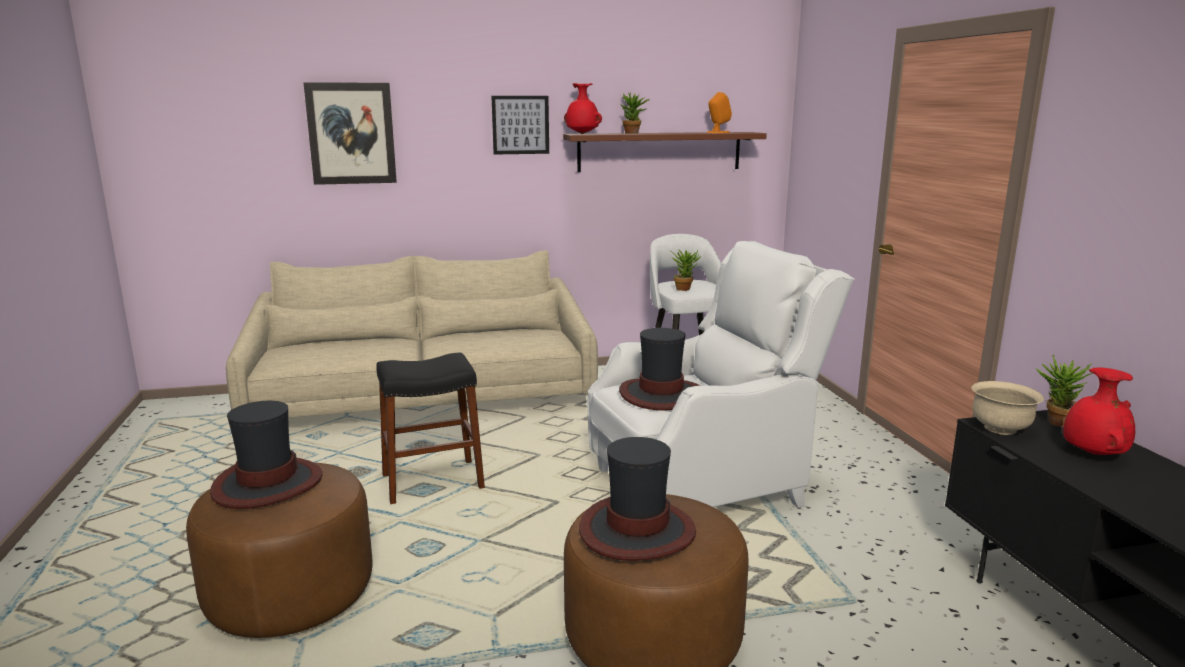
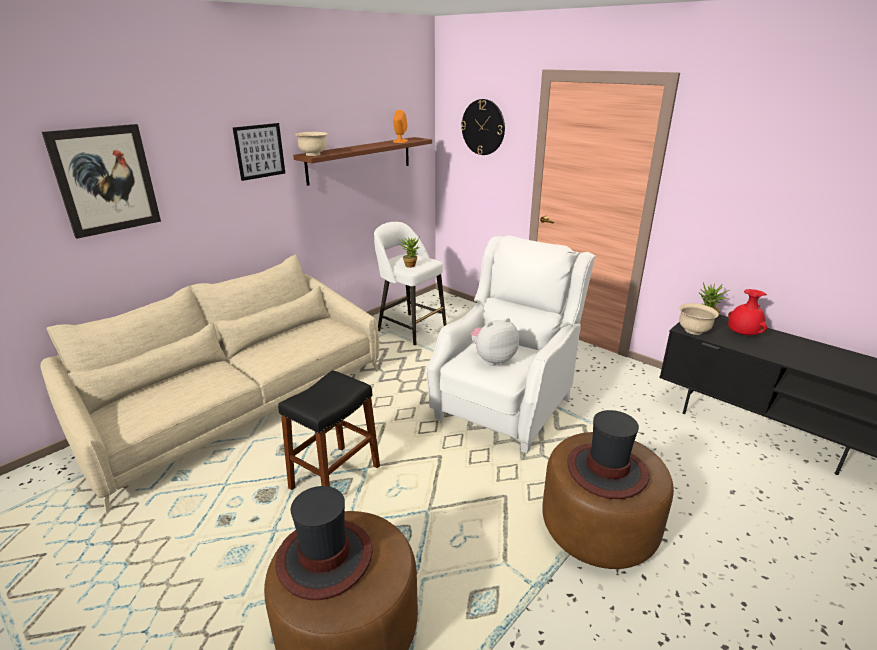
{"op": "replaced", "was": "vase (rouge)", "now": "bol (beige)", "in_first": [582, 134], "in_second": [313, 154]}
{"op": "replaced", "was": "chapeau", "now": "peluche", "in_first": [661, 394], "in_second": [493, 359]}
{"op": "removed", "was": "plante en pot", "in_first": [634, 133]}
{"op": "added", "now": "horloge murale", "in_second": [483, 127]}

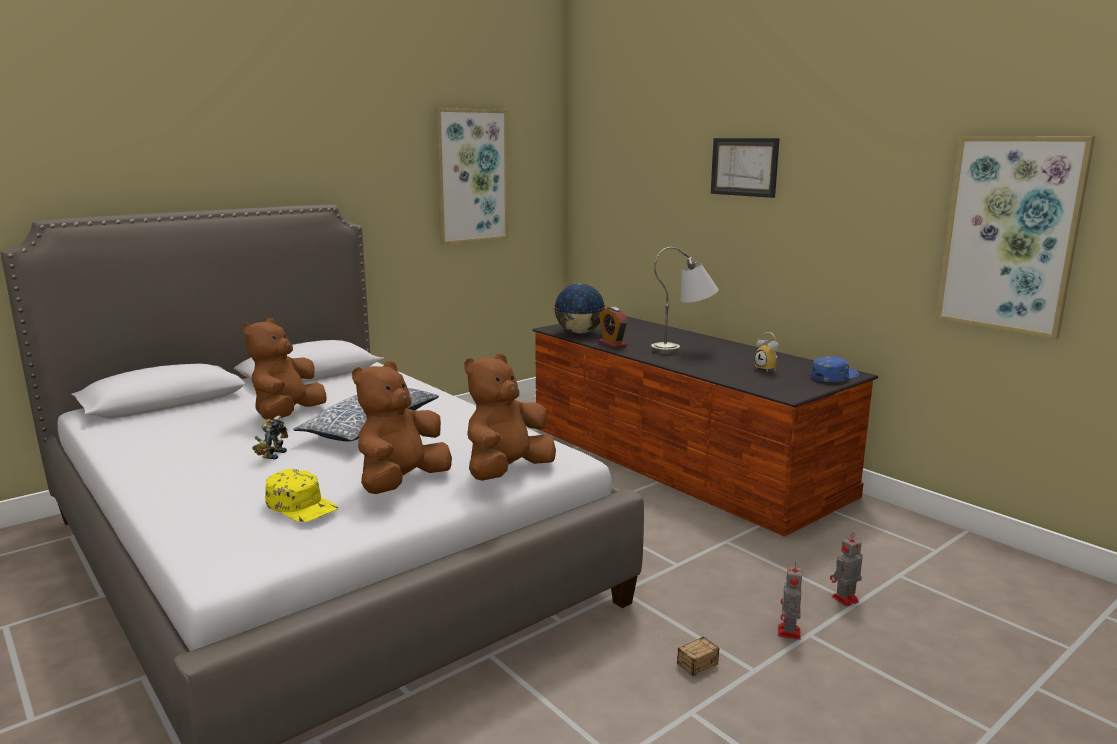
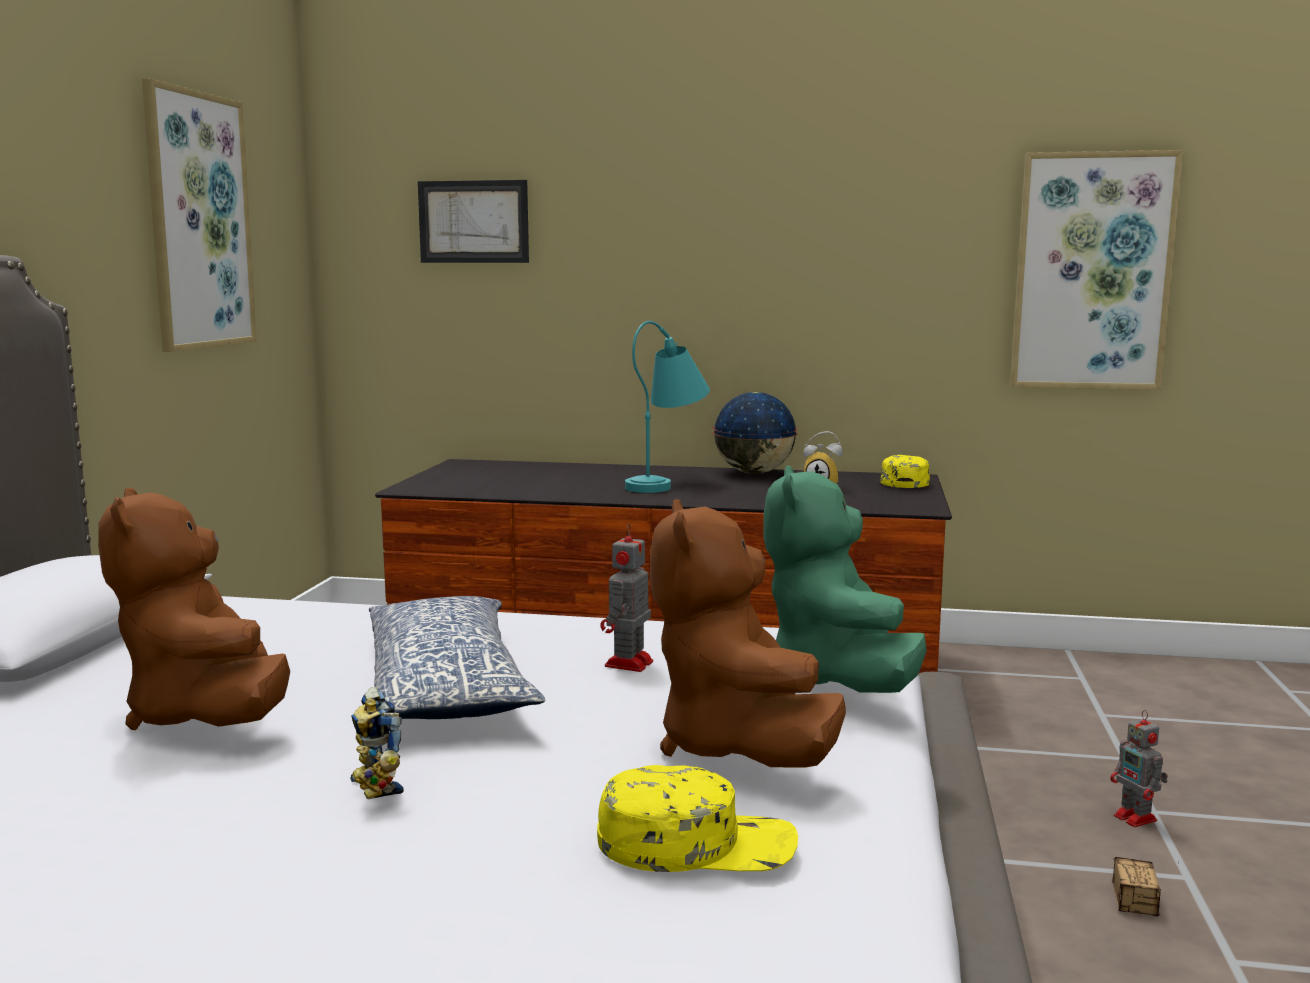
{"op": "recoloured", "was": "peluche (marron)", "now": "peluche (vert)", "in_first": [507, 472], "in_second": [836, 681]}
{"op": "moved", "was": "globe", "in_first": [579, 333], "in_second": [754, 473]}
{"op": "removed", "was": "réveil", "in_first": [612, 344]}
{"op": "recoloured", "was": "lampe de table (gris)", "now": "lampe de table (turquoise)", "in_first": [684, 349], "in_second": [668, 483]}
{"op": "moved", "was": "tableau", "in_first": [744, 167], "in_second": [474, 222]}
{"op": "recoloured", "was": "casquette (bleu)", "now": "casquette (jaune)", "in_first": [833, 376], "in_second": [903, 482]}
{"op": "moved", "was": "robot jouet", "in_first": [844, 599], "in_second": [628, 664]}

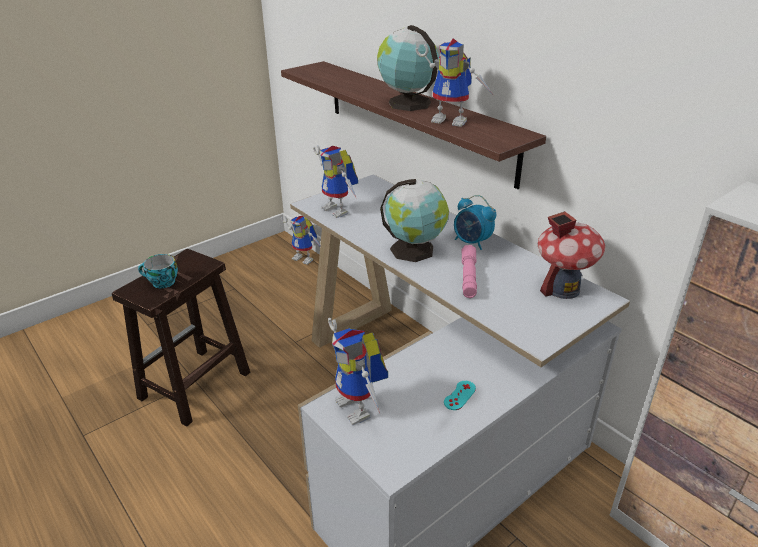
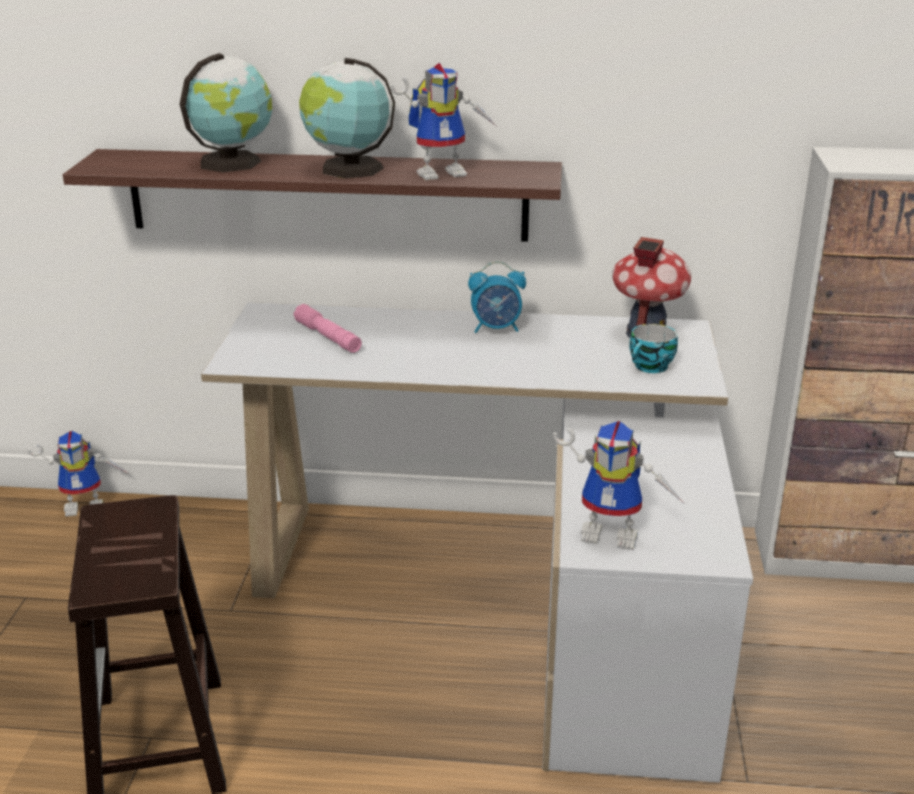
{"op": "moved", "was": "tasse", "in_first": [162, 283], "in_second": [651, 367]}
{"op": "removed", "was": "robot jouet", "in_first": [340, 210]}
{"op": "moved", "was": "globe", "in_first": [415, 250], "in_second": [233, 162]}
{"op": "removed", "was": "manette (turquoise)", "in_first": [459, 395]}
{"op": "moved", "was": "lampe de poche (rose)", "in_first": [468, 277], "in_second": [328, 337]}

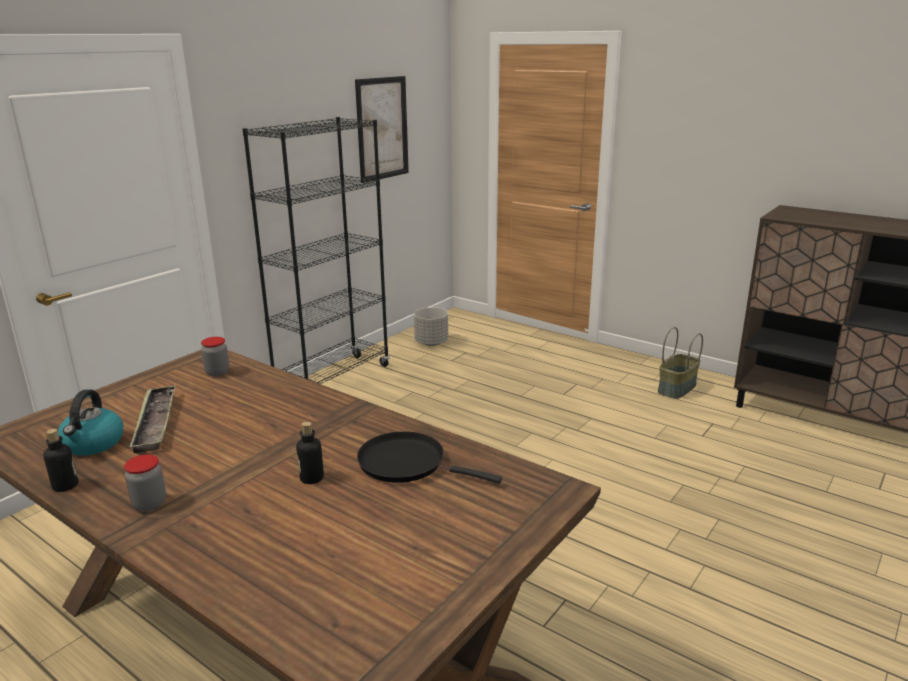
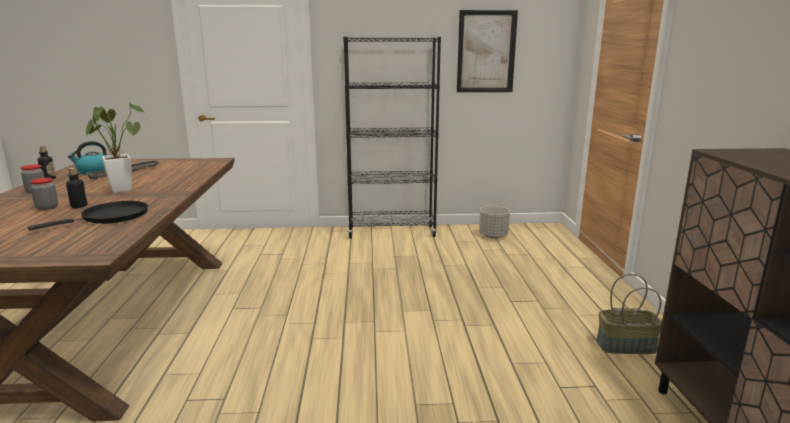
{"op": "moved", "was": "bocal", "in_first": [217, 372], "in_second": [47, 208]}
{"op": "turned", "was": "poêle (noir)", "in_first": [407, 463], "in_second": [111, 217], "clockwise": 60}
{"op": "added", "now": "plante en pot", "in_second": [121, 189]}

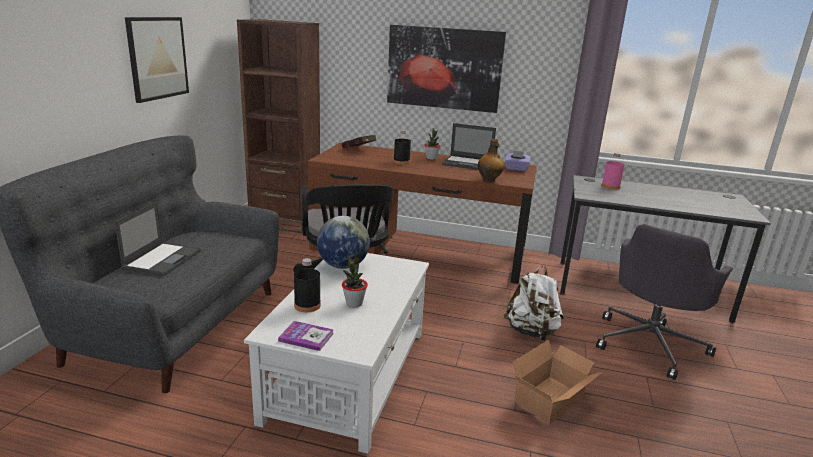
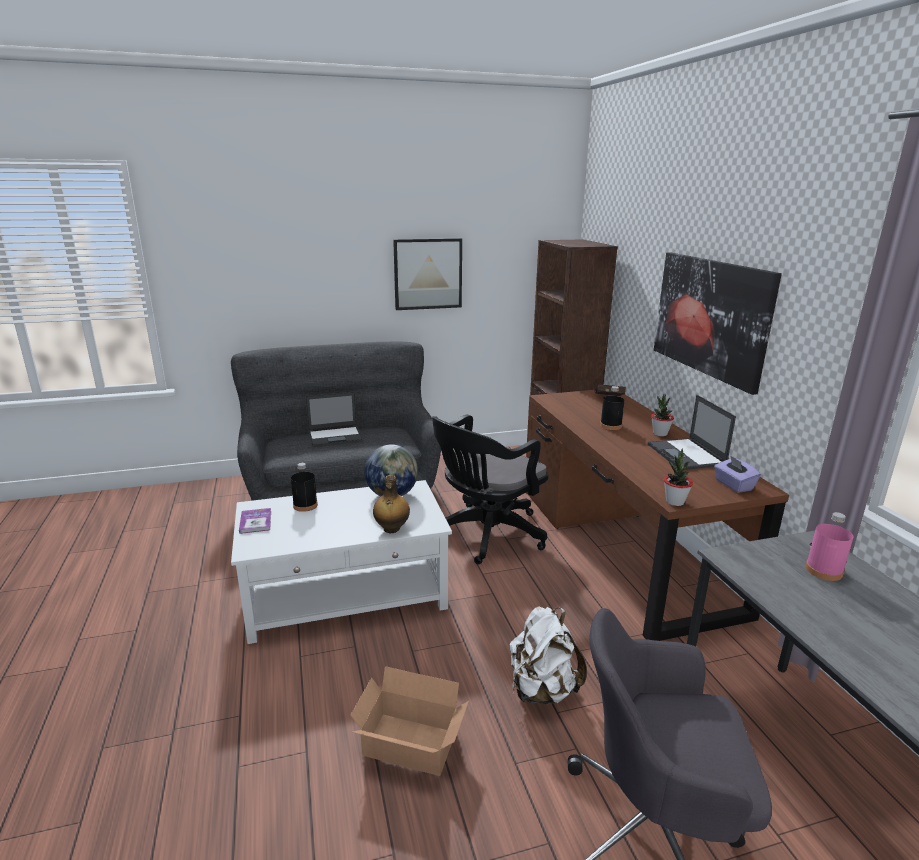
{"op": "moved", "was": "plante en pot", "in_first": [354, 303], "in_second": [674, 502]}
{"op": "moved", "was": "bouteille", "in_first": [489, 180], "in_second": [391, 529]}

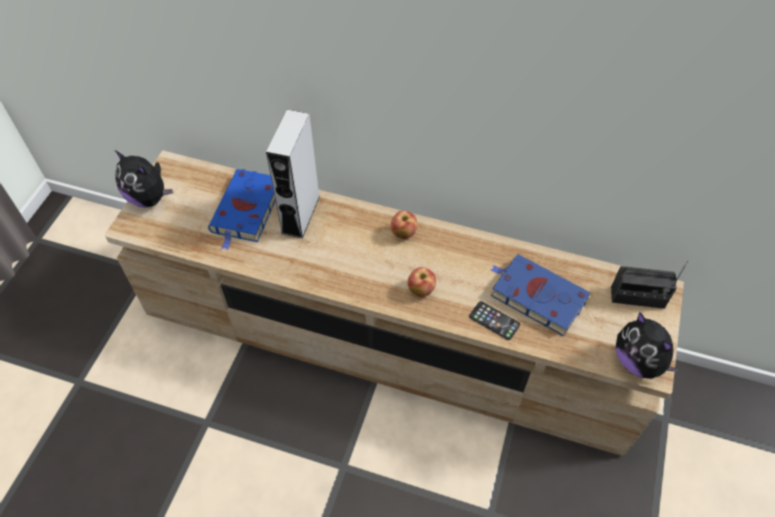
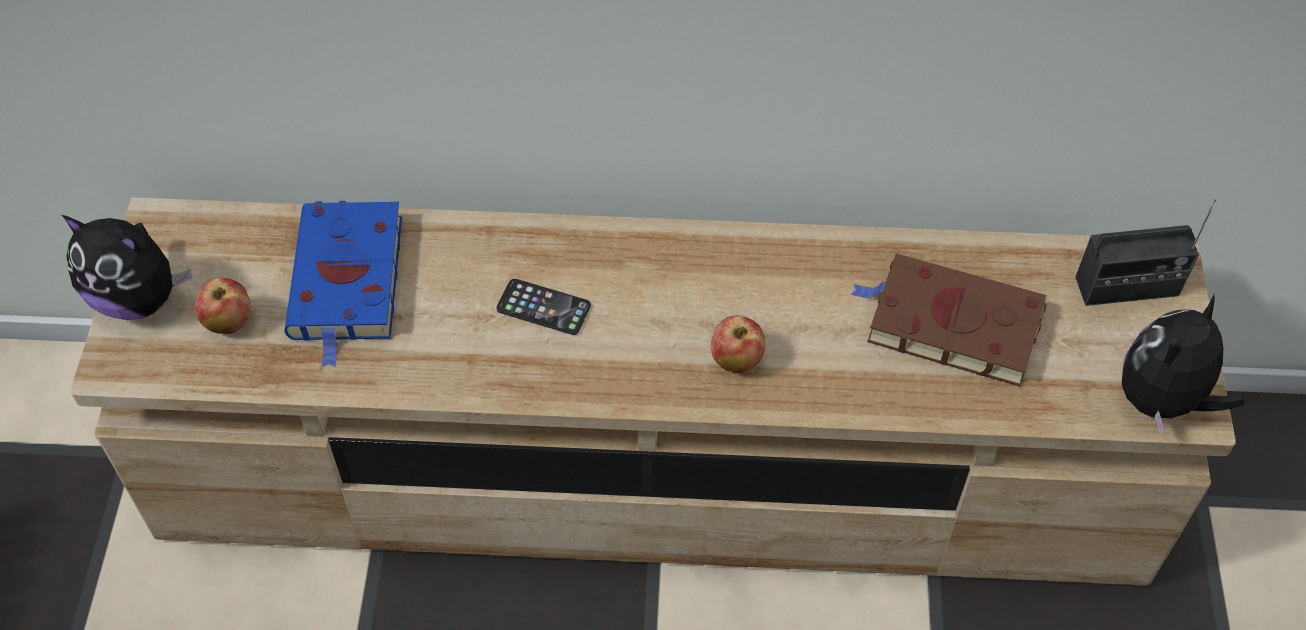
{"op": "removed", "was": "enceinte (gris)", "in_first": [300, 214]}
{"op": "moved", "was": "pomme", "in_first": [403, 233], "in_second": [229, 322]}
{"op": "moved", "was": "téléphone", "in_first": [494, 320], "in_second": [543, 307]}
{"op": "recoloured", "was": "livre (bleu)", "now": "livre (marron)", "in_first": [536, 296], "in_second": [949, 324]}
{"op": "turned", "was": "peluche", "in_first": [638, 361], "in_second": [1163, 401], "clockwise": 90}

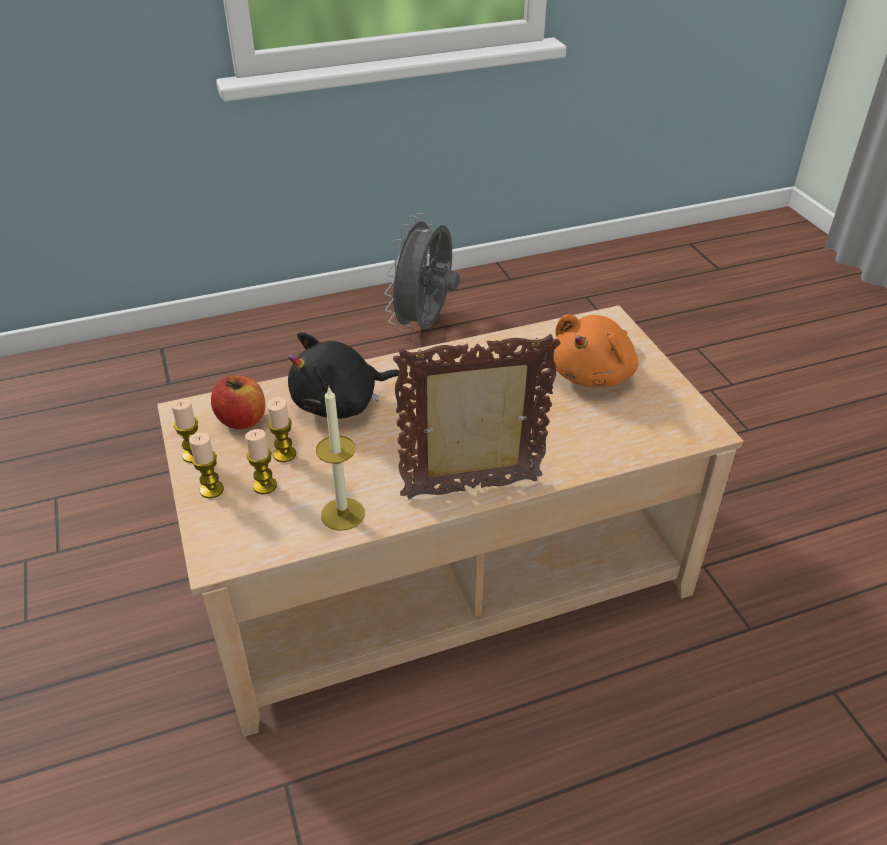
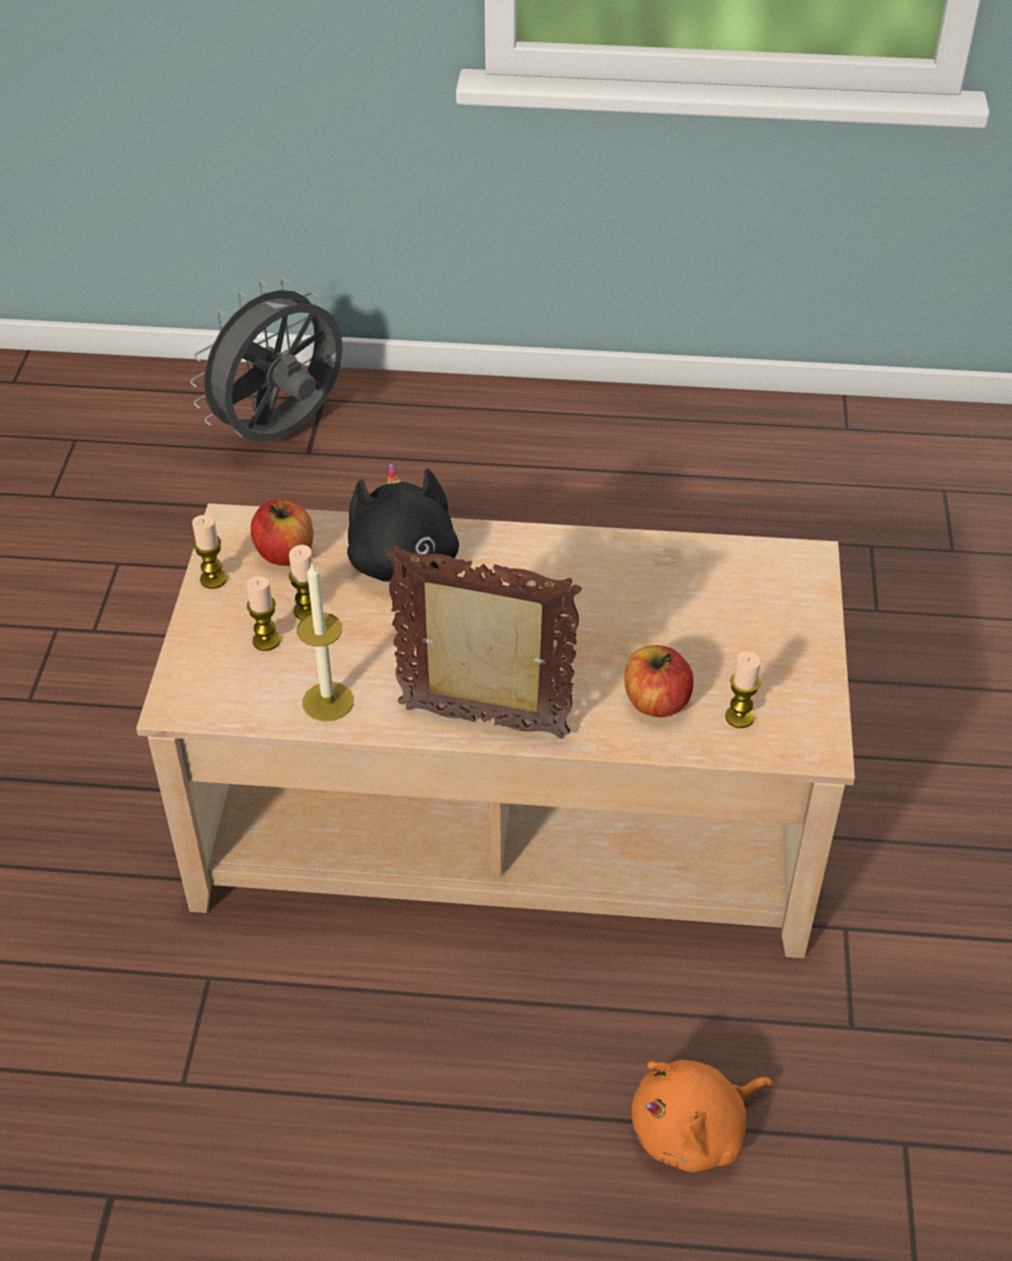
{"op": "moved", "was": "bougie", "in_first": [211, 490], "in_second": [739, 717]}
{"op": "turned", "was": "peluche (noir)", "in_first": [341, 403], "in_second": [403, 568], "clockwise": 75}
{"op": "moved", "was": "ventilateur (gris)", "in_first": [425, 325], "in_second": [282, 434]}
{"op": "moved", "was": "peluche (orange)", "in_first": [594, 374], "in_second": [694, 1130]}
{"op": "added", "now": "pomme", "in_second": [656, 702]}

